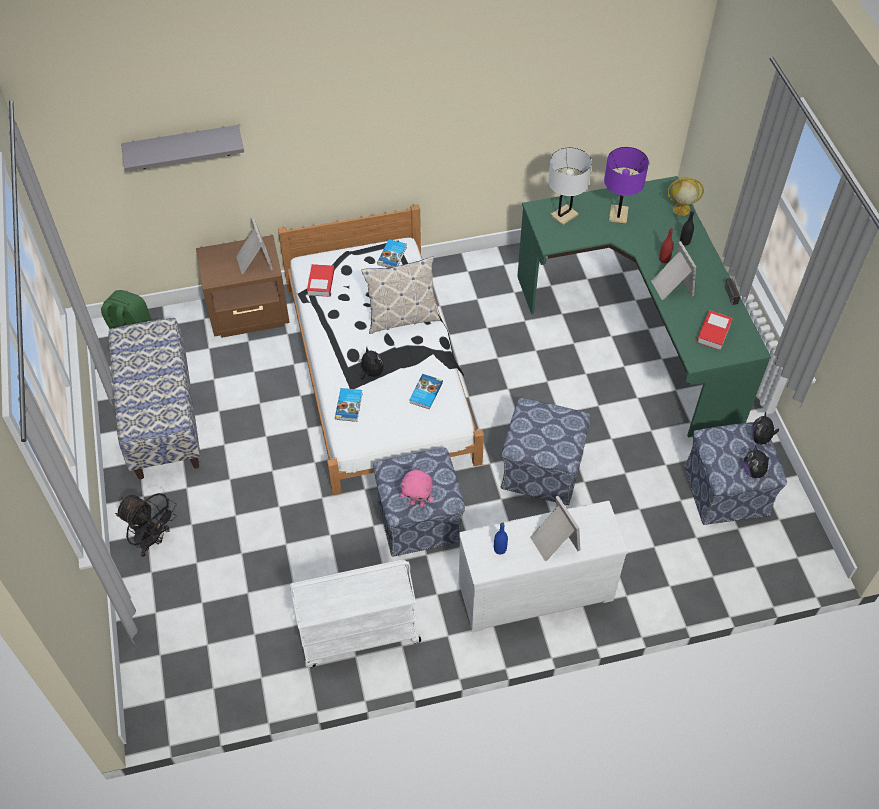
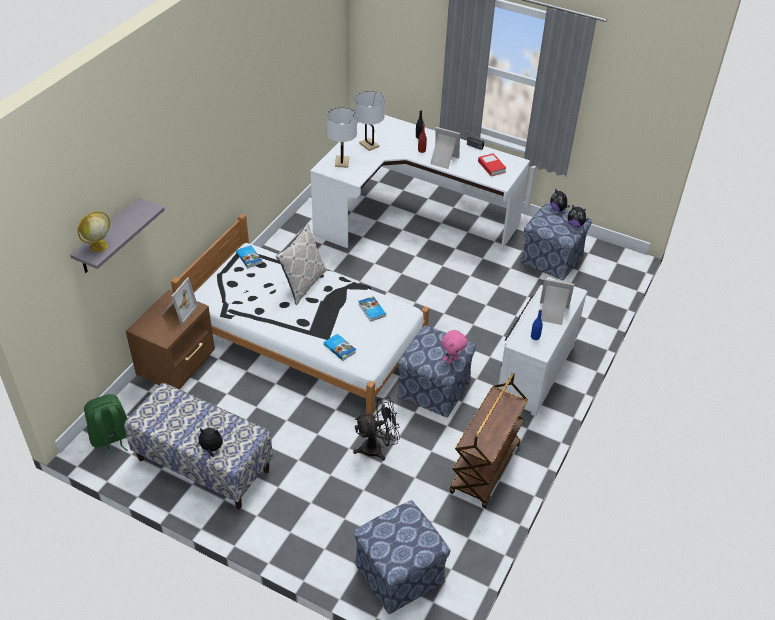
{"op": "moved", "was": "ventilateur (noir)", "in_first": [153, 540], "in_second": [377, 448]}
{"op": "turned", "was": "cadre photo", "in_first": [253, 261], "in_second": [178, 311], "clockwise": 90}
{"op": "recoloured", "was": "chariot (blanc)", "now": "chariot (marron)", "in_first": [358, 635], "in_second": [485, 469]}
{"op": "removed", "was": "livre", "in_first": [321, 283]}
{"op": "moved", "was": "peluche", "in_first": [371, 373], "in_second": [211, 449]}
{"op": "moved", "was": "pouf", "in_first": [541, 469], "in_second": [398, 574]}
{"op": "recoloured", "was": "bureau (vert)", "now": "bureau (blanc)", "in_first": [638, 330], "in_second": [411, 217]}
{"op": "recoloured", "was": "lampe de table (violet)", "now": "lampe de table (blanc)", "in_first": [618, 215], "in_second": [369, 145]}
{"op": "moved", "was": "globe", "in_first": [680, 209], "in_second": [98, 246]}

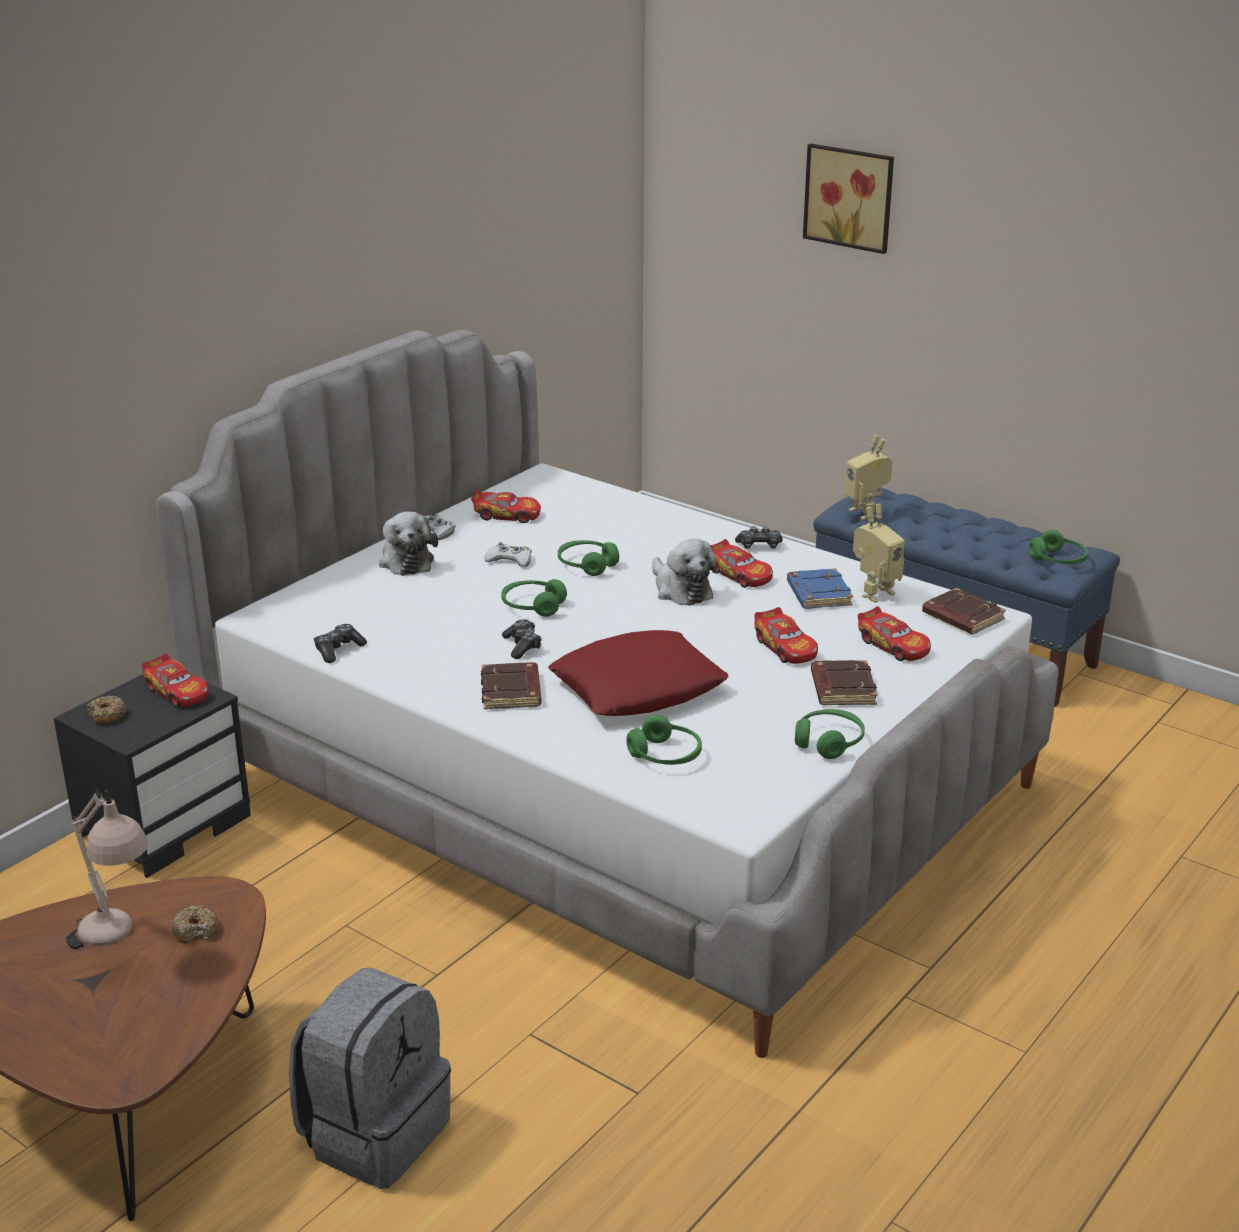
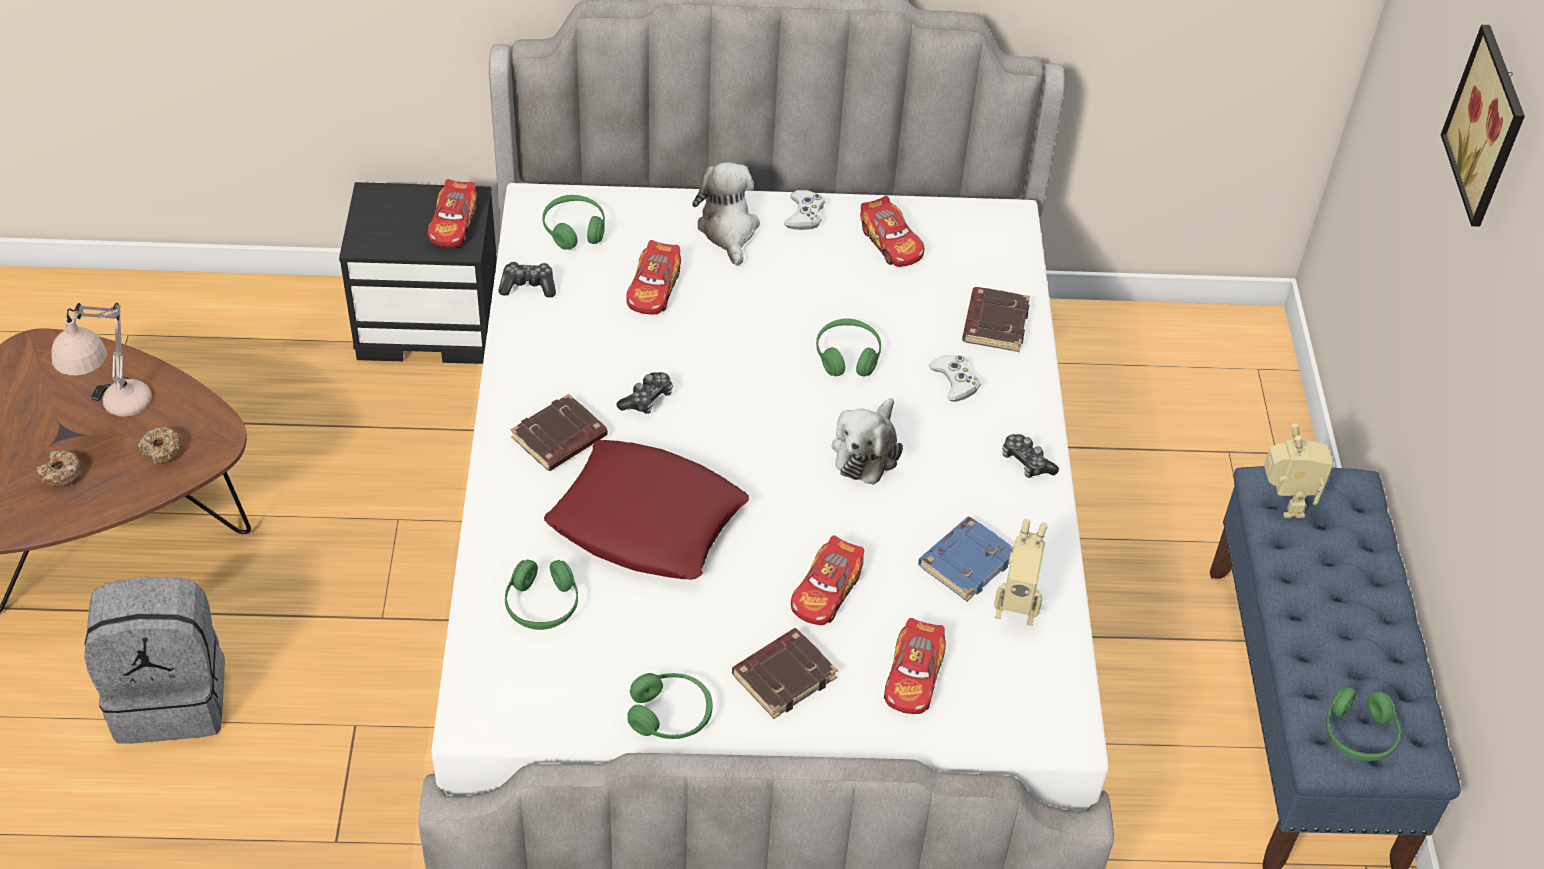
{"op": "moved", "was": "beignet", "in_first": [107, 716], "in_second": [61, 474]}
{"op": "turned", "was": "peluche", "in_first": [406, 561], "in_second": [728, 230], "clockwise": 135}
{"op": "moved", "was": "manette (blanc)", "in_first": [510, 560], "in_second": [955, 381]}
{"op": "moved", "was": "casque audio (vert)", "in_first": [533, 606], "in_second": [574, 229]}
{"op": "moved", "was": "petite voiture", "in_first": [740, 574], "in_second": [653, 288]}
{"op": "turned", "was": "robot jouet", "in_first": [866, 512], "in_second": [1283, 504], "clockwise": 150}
{"op": "moved", "was": "livre (marron)", "in_first": [961, 617], "in_second": [994, 323]}

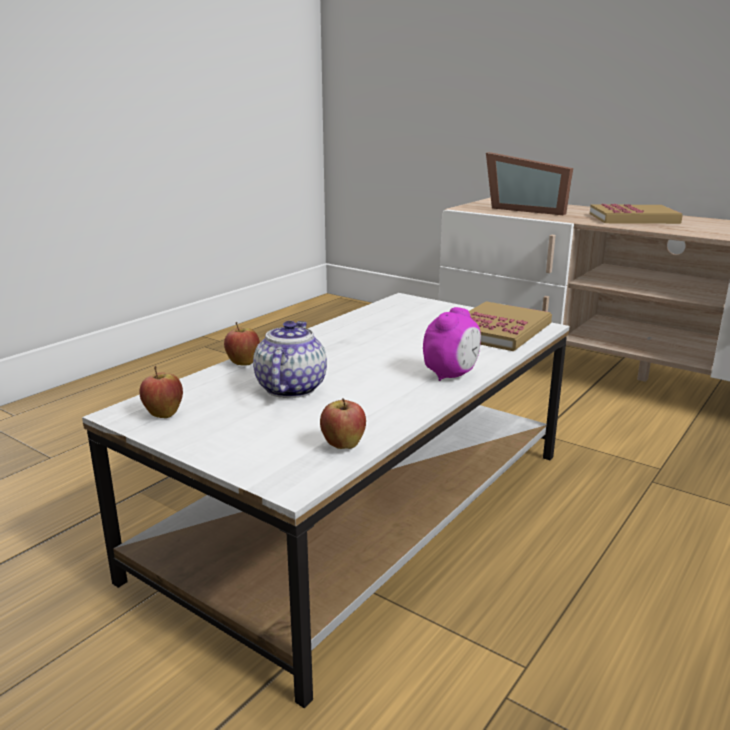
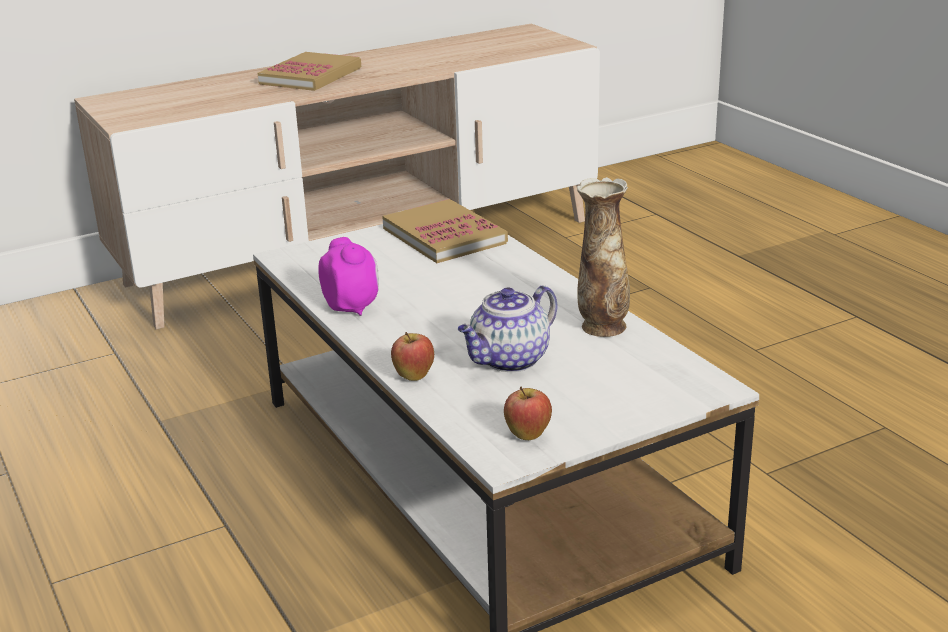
{"op": "turned", "was": "théière", "in_first": [290, 388], "in_second": [509, 360], "clockwise": -75}
{"op": "removed", "was": "pomme", "in_first": [343, 447]}
{"op": "moved", "was": "réveil", "in_first": [451, 375], "in_second": [352, 307]}
{"op": "removed", "was": "cadre photo", "in_first": [527, 209]}
{"op": "added", "now": "vase", "in_second": [602, 327]}

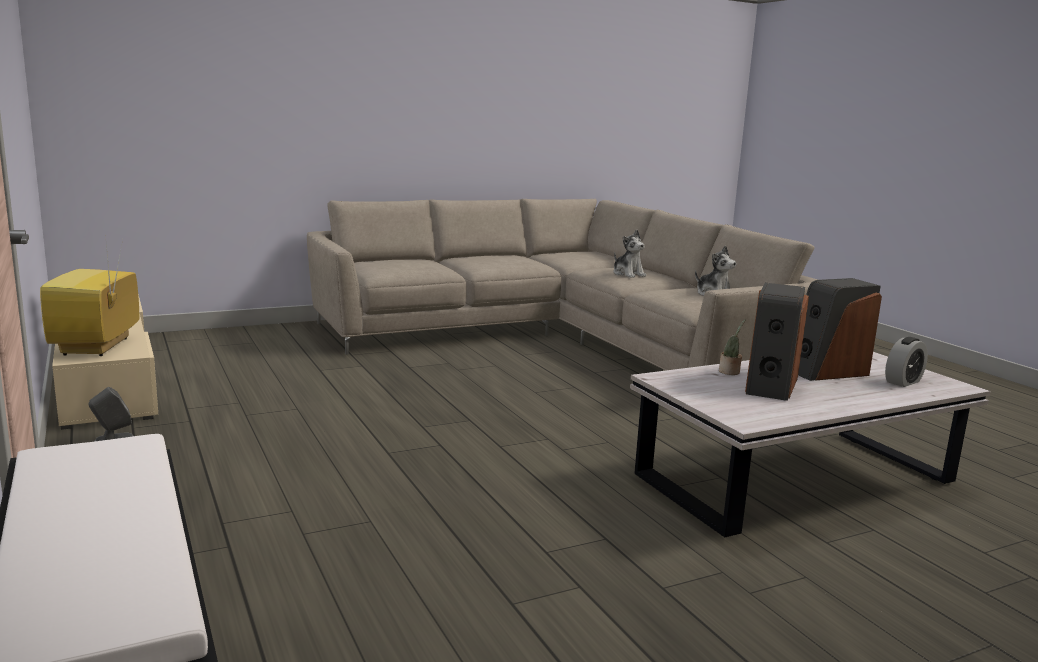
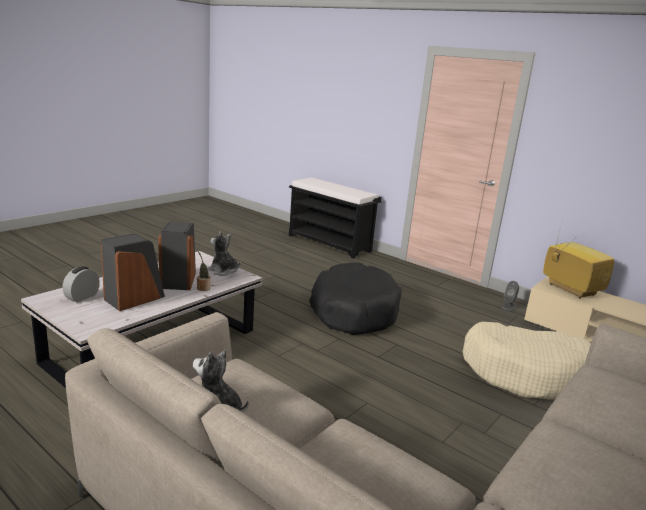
{"op": "moved", "was": "peluche", "in_first": [628, 274], "in_second": [223, 271]}
{"op": "added", "now": "panier pour chien (noir)", "in_second": [353, 311]}
{"op": "added", "now": "panier pour chien (beige)", "in_second": [527, 373]}

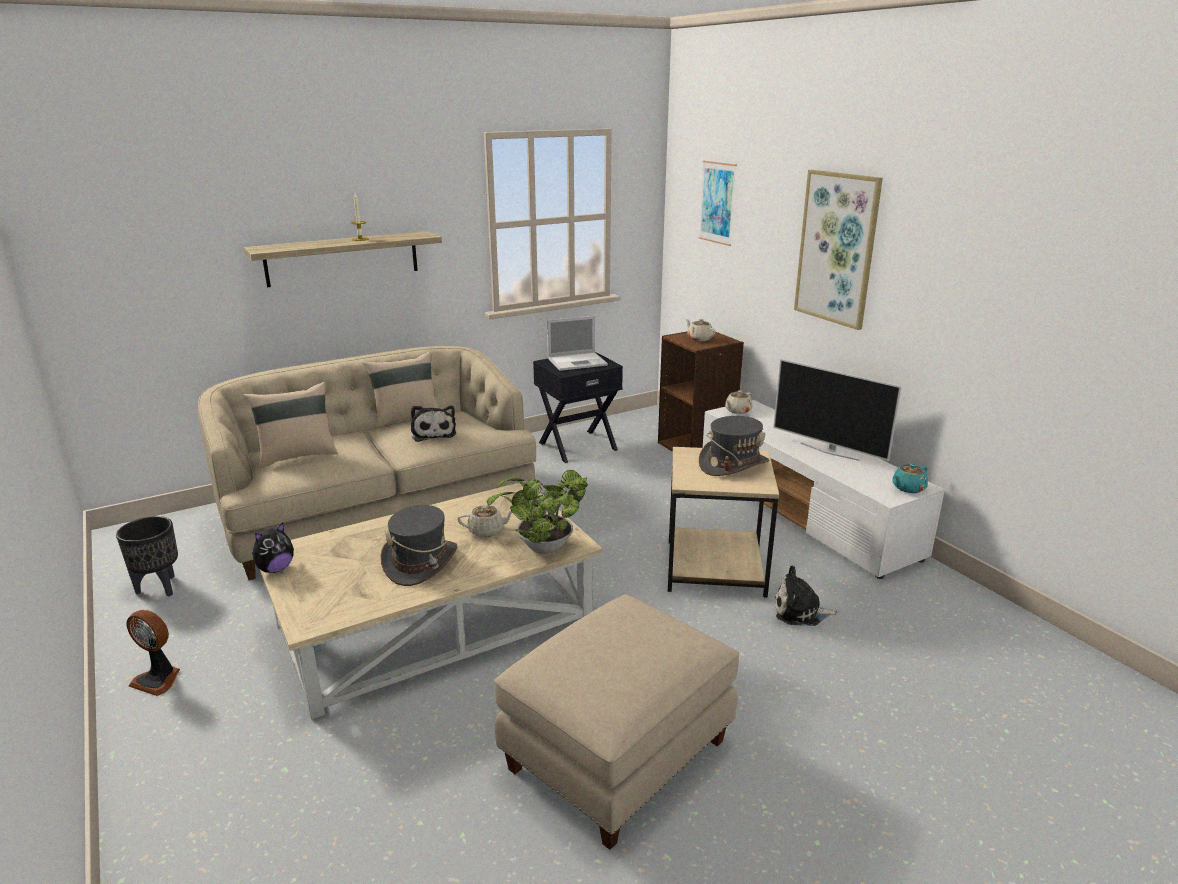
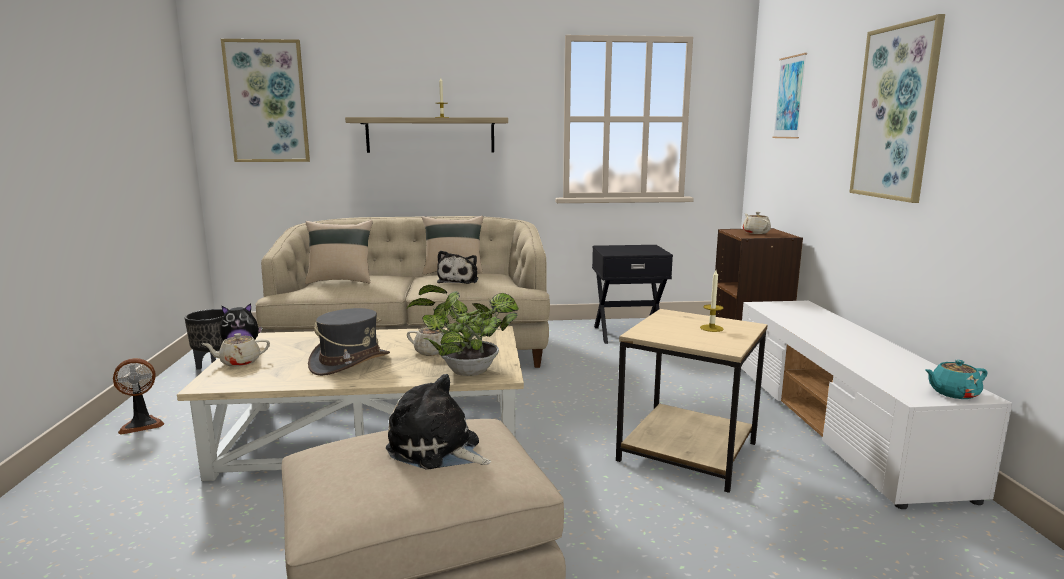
{"op": "turned", "was": "ventilateur", "in_first": [158, 679], "in_second": [142, 424], "clockwise": -75}
{"op": "removed", "was": "ordinateur portable", "in_first": [578, 361]}
{"op": "replaced", "was": "chapeau (gris)", "now": "bougie", "in_first": [733, 464], "in_second": [711, 328]}
{"op": "moved", "was": "théière (beige)", "in_first": [737, 411], "in_second": [239, 362]}
{"op": "removed", "was": "téléviseur", "in_first": [829, 451]}
{"op": "moved", "was": "peluche", "in_first": [800, 612], "in_second": [437, 449]}
{"op": "added", "now": "tableau", "in_second": [267, 102]}

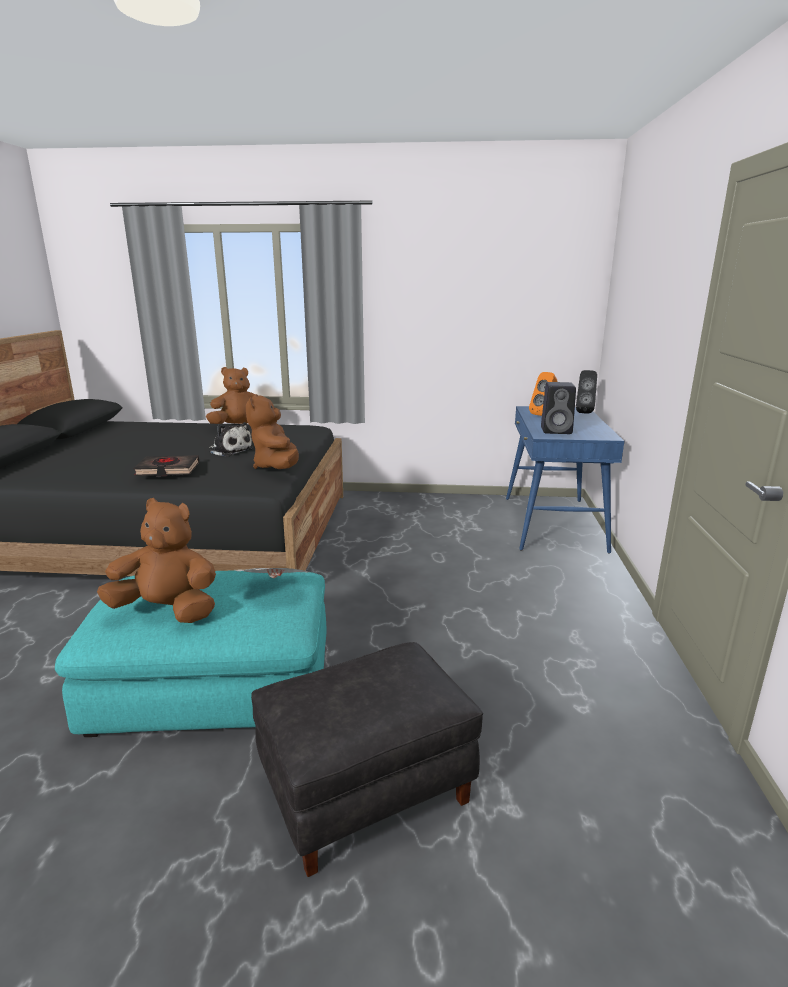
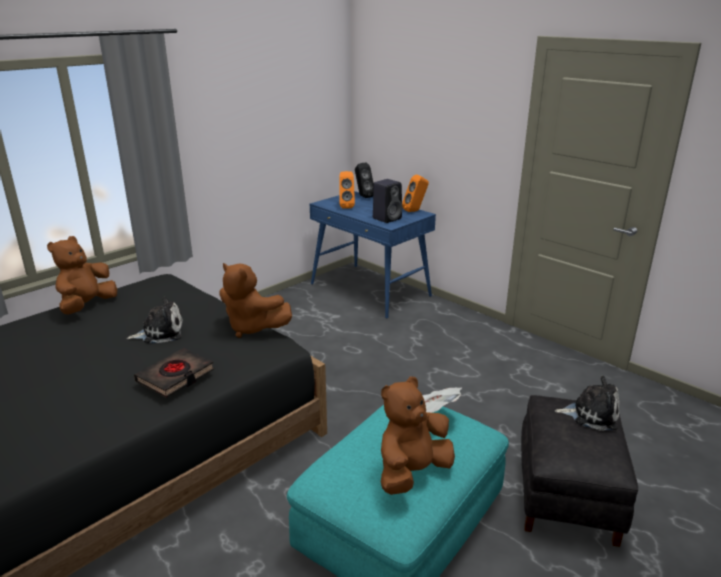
{"op": "added", "now": "enceinte (orange)", "in_second": [415, 211]}
{"op": "added", "now": "peluche", "in_second": [591, 414]}

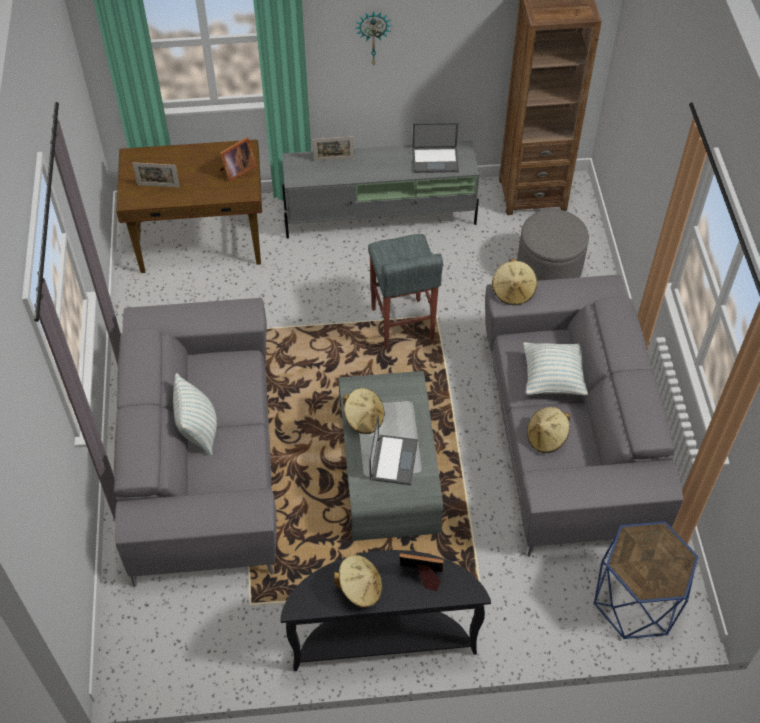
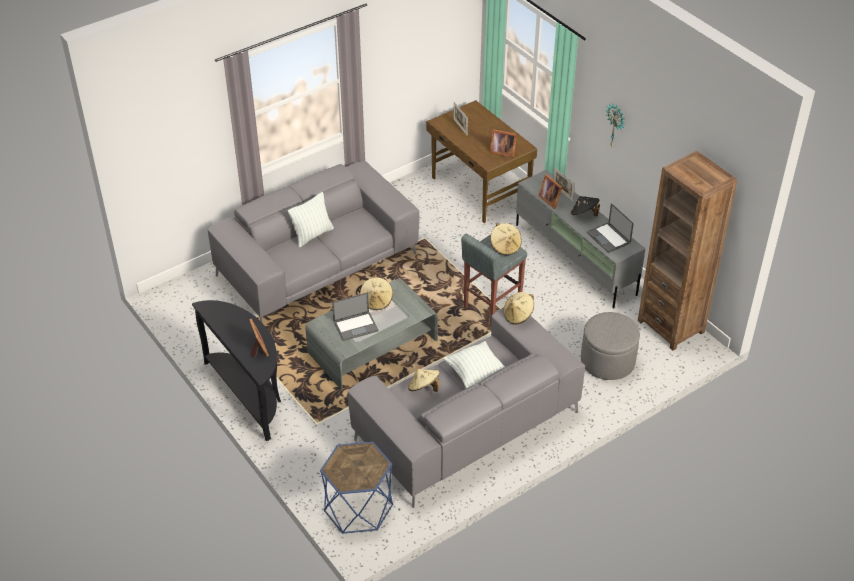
{"op": "moved", "was": "chapeau (beige)", "in_first": [360, 588], "in_second": [505, 247]}
{"op": "added", "now": "cadre photo", "in_second": [550, 199]}
{"op": "added", "now": "chapeau (noir)", "in_second": [584, 214]}

